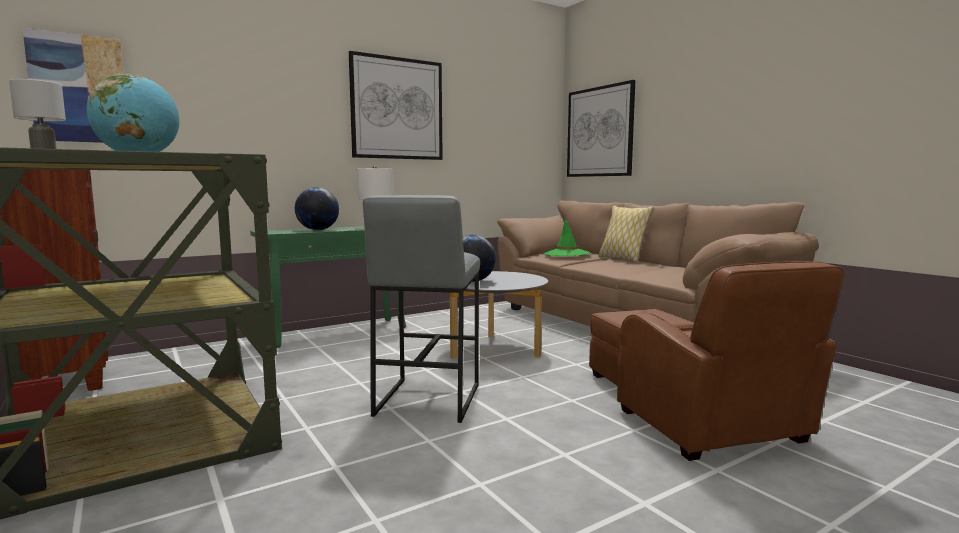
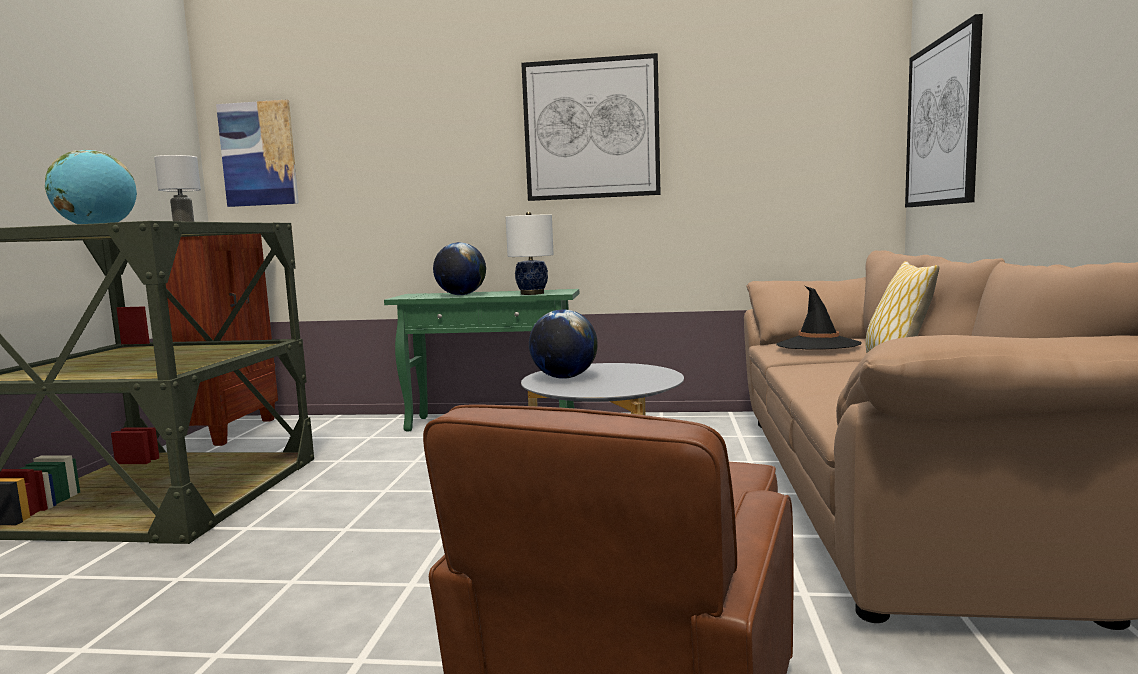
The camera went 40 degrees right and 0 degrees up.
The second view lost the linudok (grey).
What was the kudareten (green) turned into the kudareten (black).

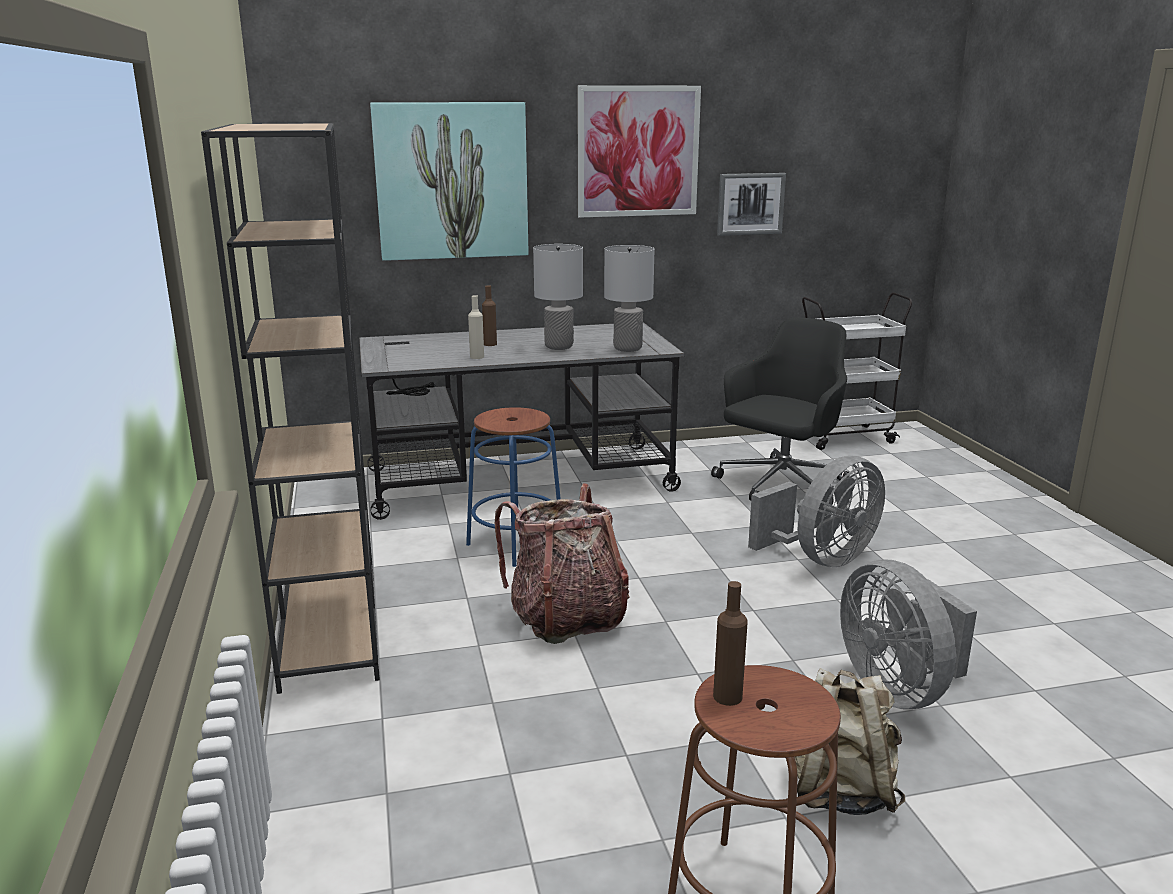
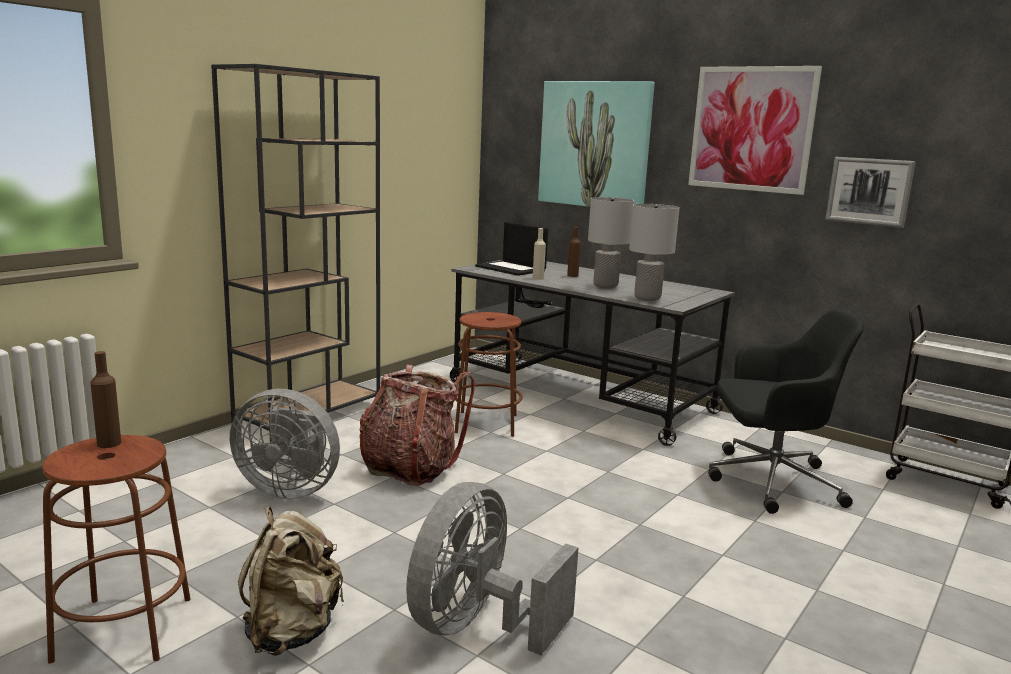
The camera went 50 degrees right and 5 degrees down.
What was the linudok (blue) turned into the linudok (brown) (2nd from left).
The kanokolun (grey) (1st from left) ended up elsewhere.
The second view gained the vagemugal.

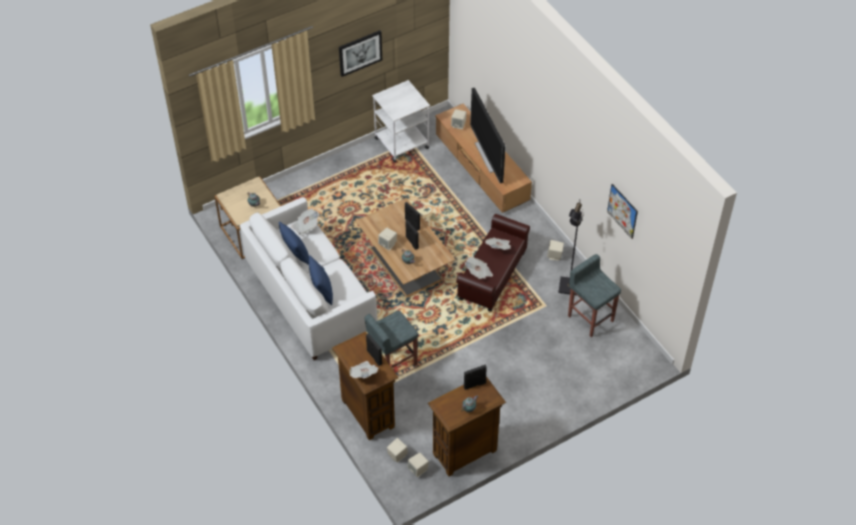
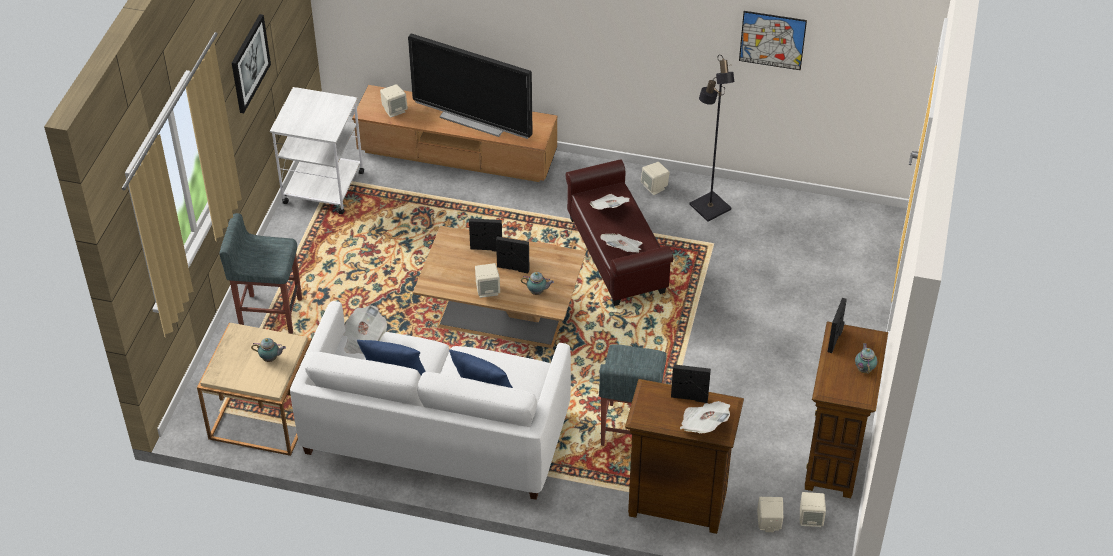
The camera went 45 degrees left and 5 degrees down.
The linudok (grey) (2nd from left in the first image) ended up elsewhere.

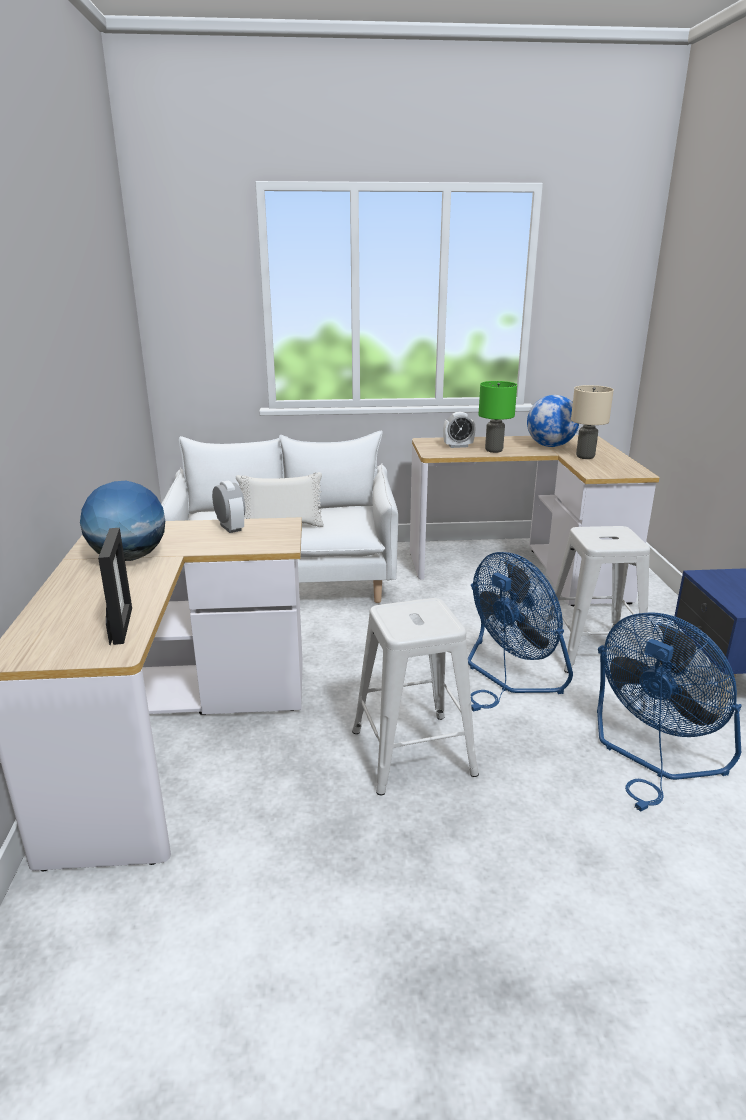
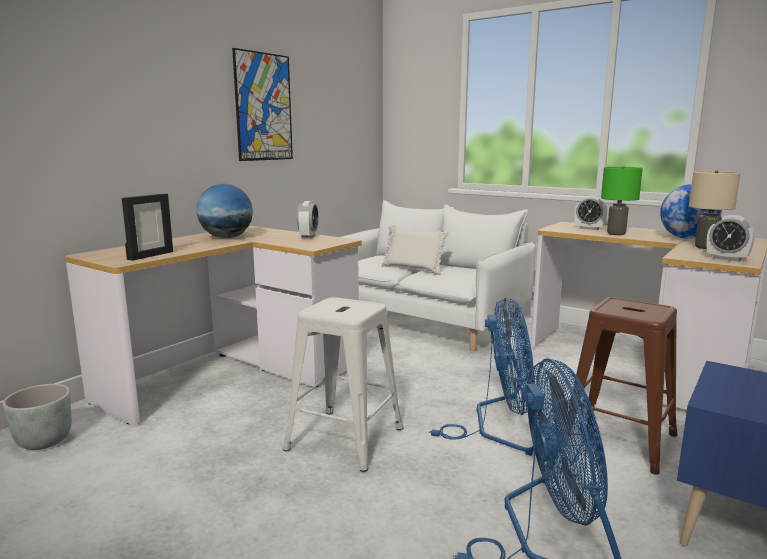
The camera went 40 degrees right and 10 degrees down.
What was the linudok (white) (2nd from left) turned into the linudok (brown).
The second view gained the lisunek.
The second view gained the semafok (3rd from left).
The second view gained the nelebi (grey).

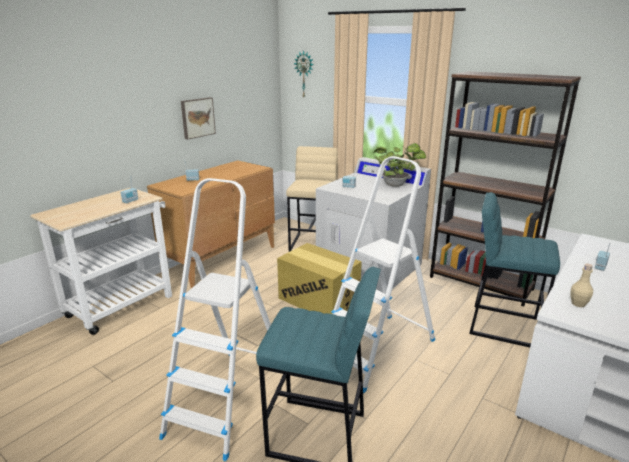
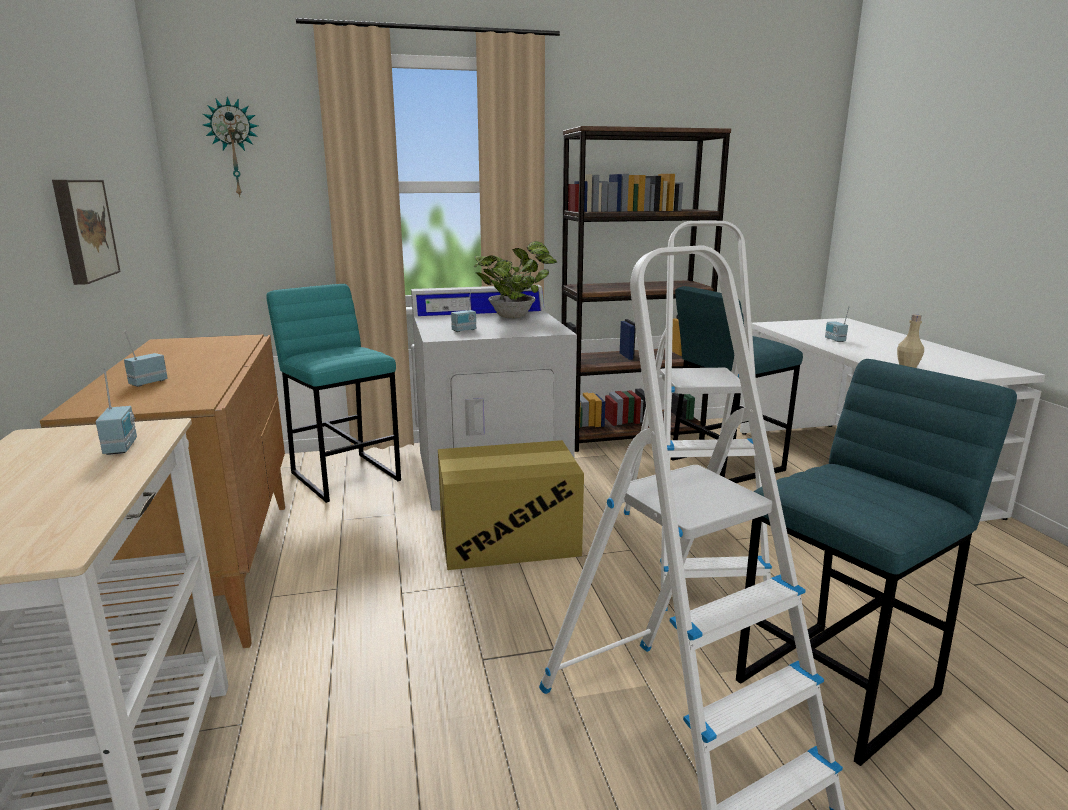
The camera went 50 degrees left and 5 degrees down.
What was the linudok (beige) turned into the linudok (turquoise) (1st from left).

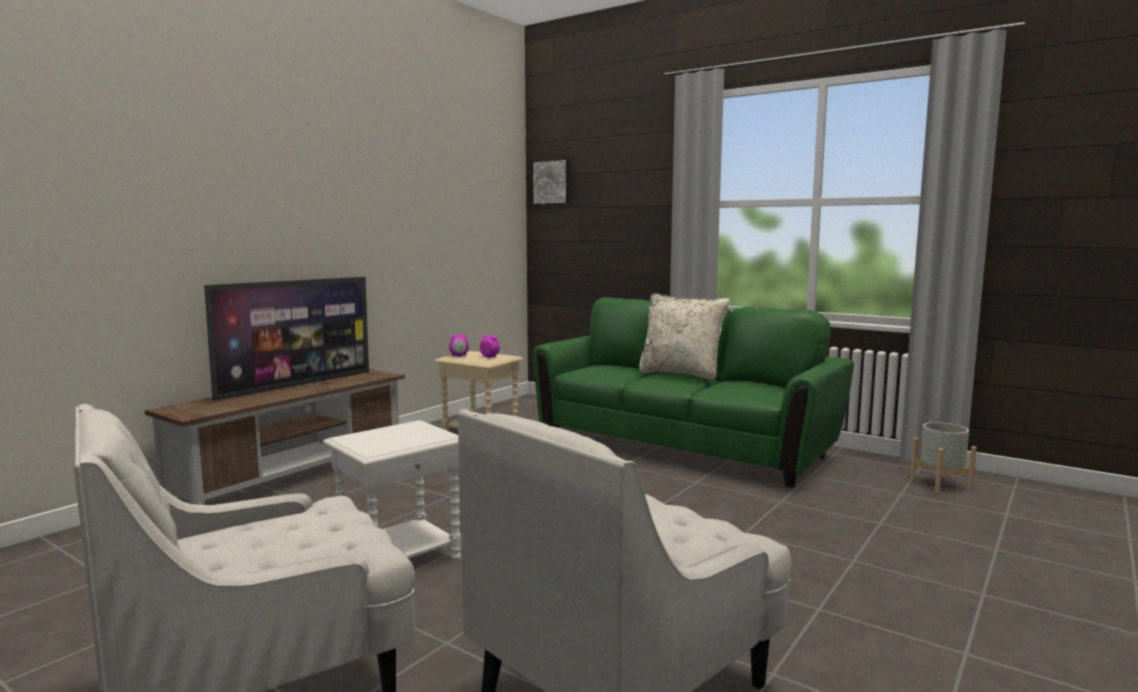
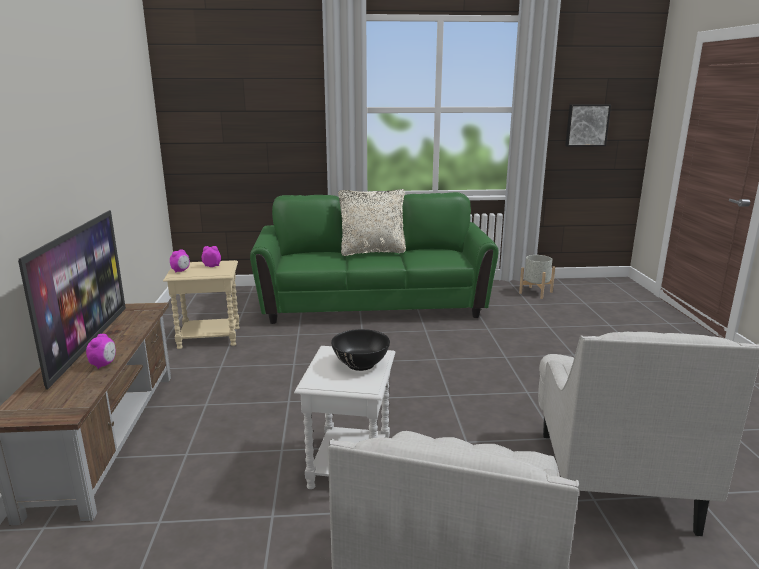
The camera went 40 degrees left and 10 degrees up.
The lisunek ended up elsewhere.
The second view gained the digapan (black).
The second view gained the semafok (1st from left).

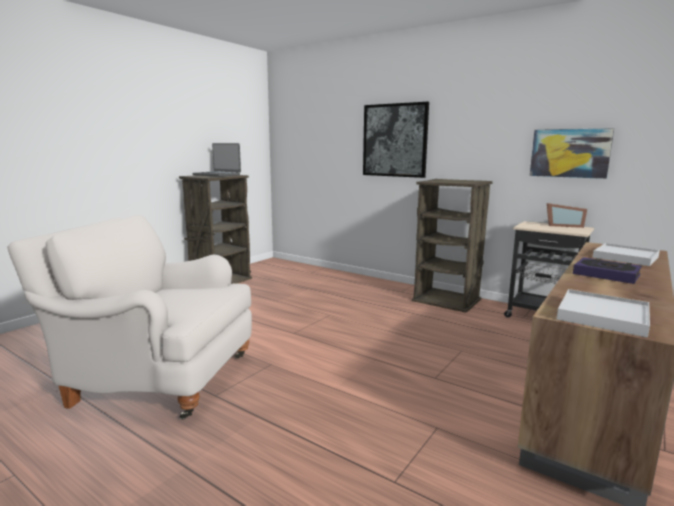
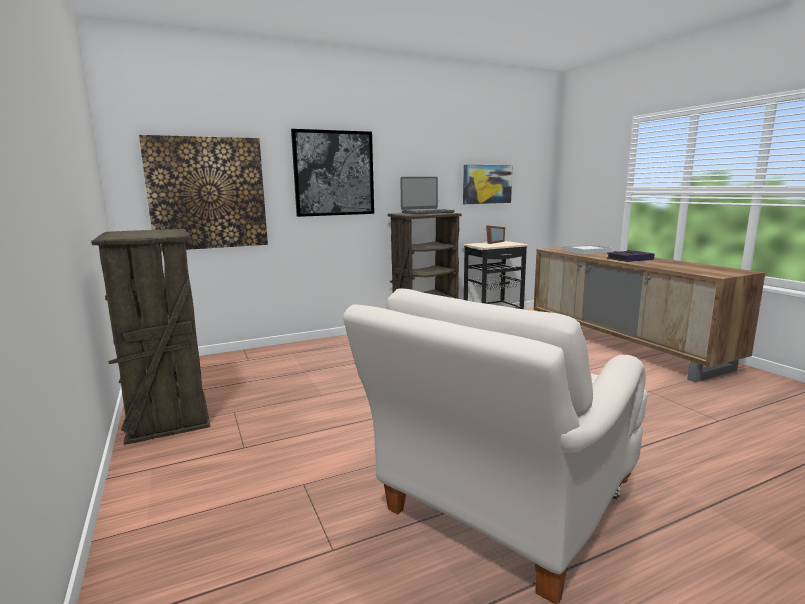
The camera went 60 degrees left and 0 degrees up.
The vagemugal ended up elsewhere.
The second view lost the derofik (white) (1st from left).
The second view gained the lisunek (1st from left).

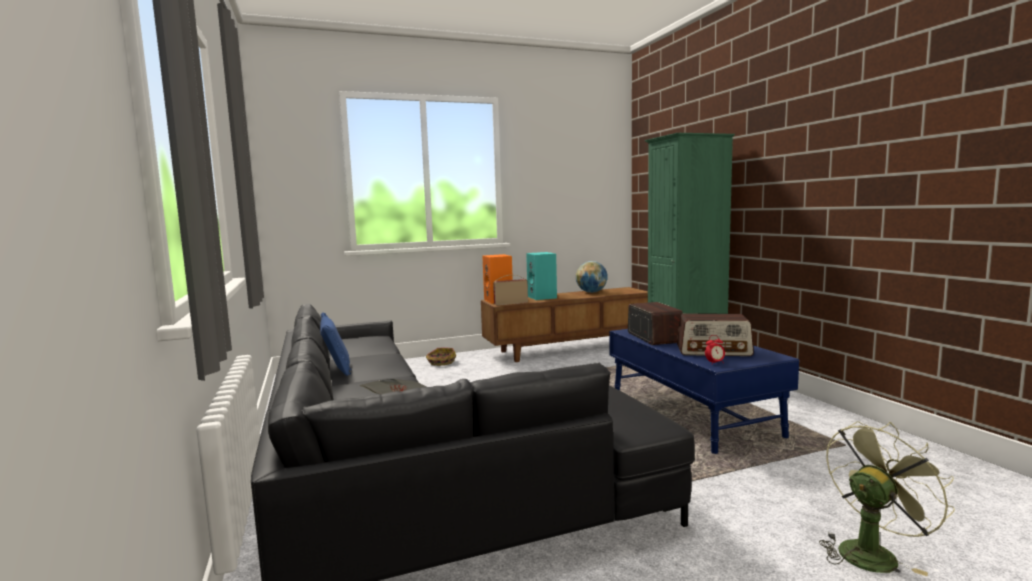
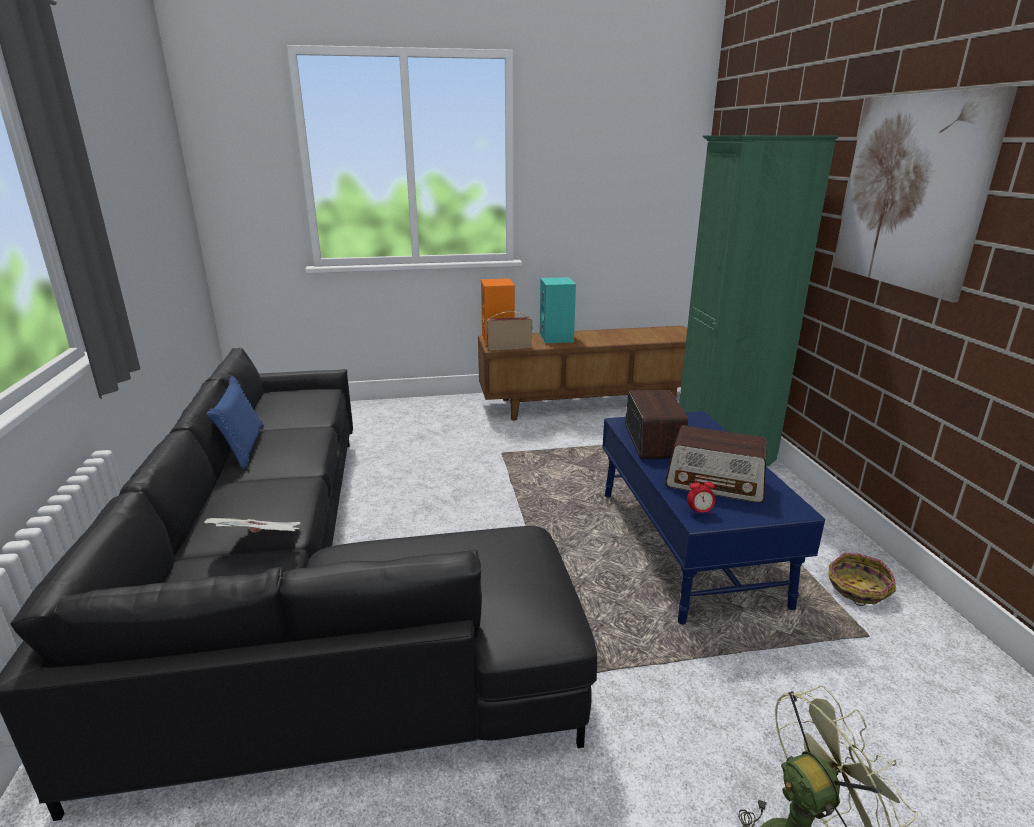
The camera went 10 degrees right and 15 degrees up.
The second view lost the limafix.
The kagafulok ended up elsewhere.
The second view gained the lisunek.

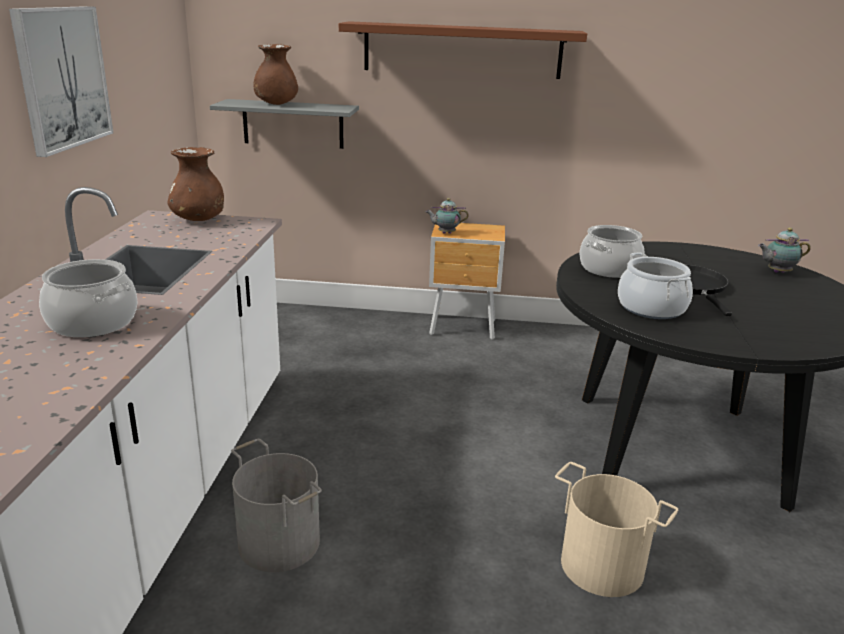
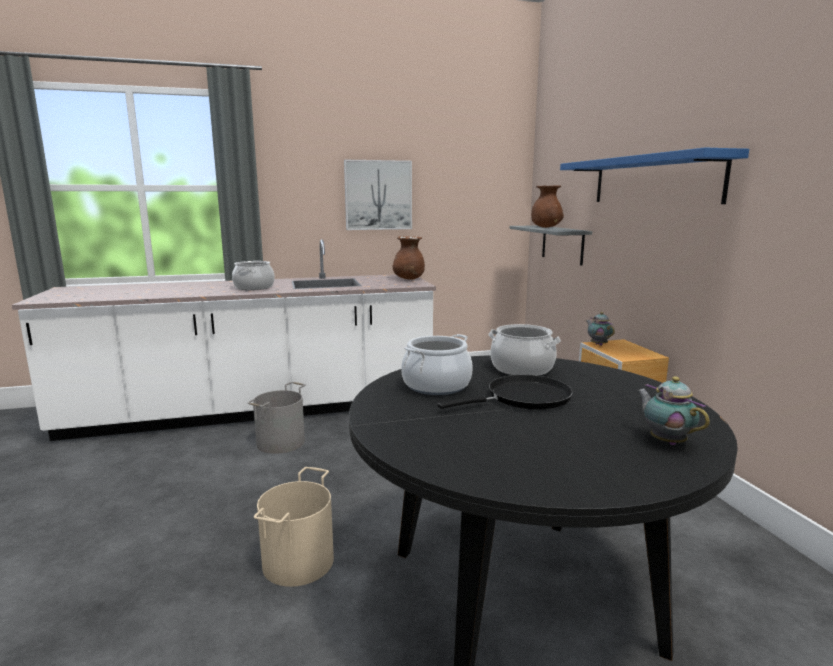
The camera went 70 degrees right and 10 degrees down.
What was the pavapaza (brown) turned into the pavapaza (blue).

